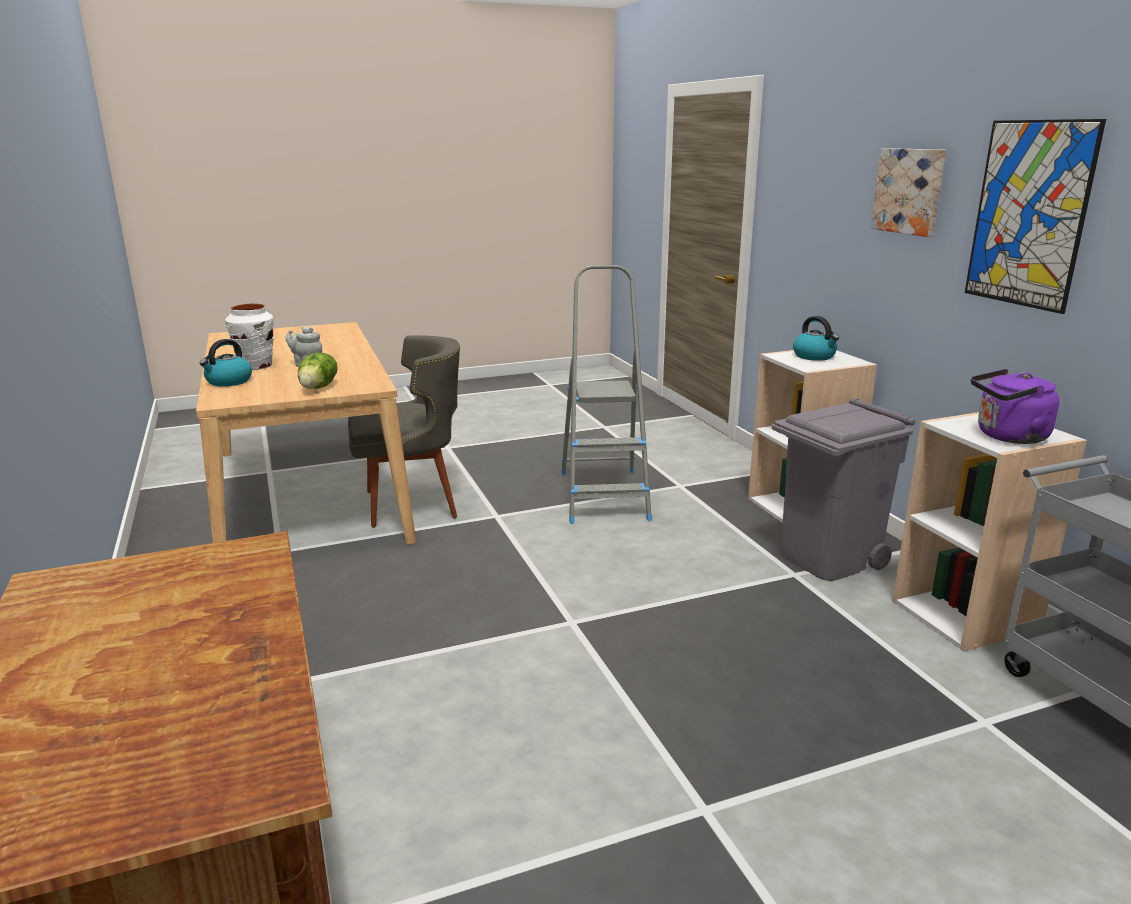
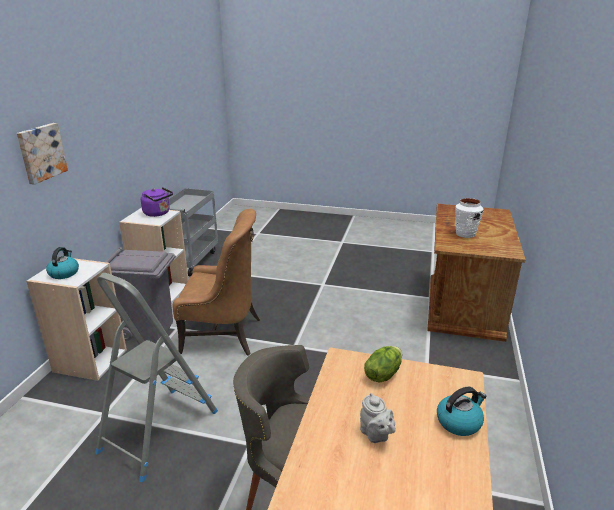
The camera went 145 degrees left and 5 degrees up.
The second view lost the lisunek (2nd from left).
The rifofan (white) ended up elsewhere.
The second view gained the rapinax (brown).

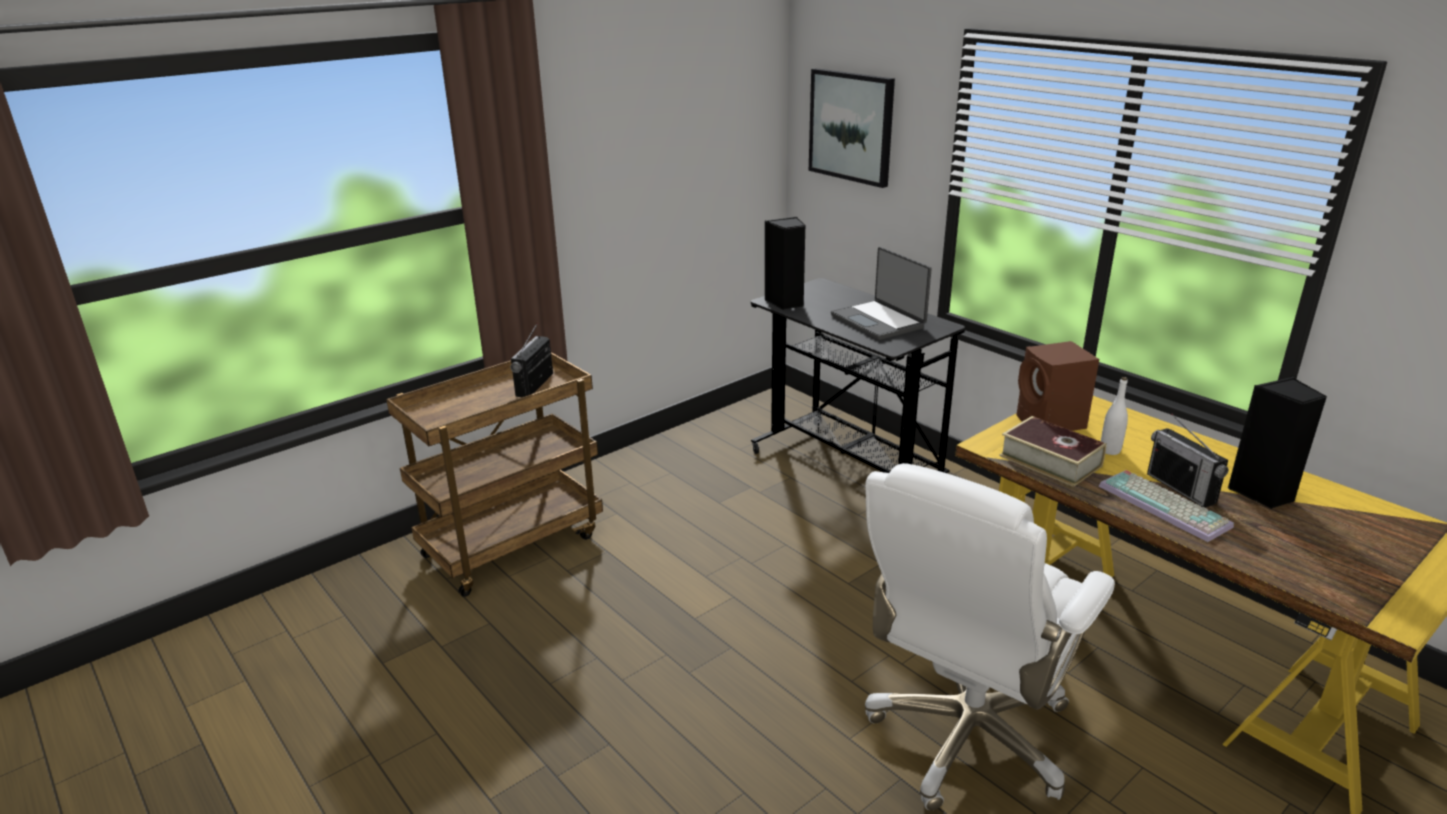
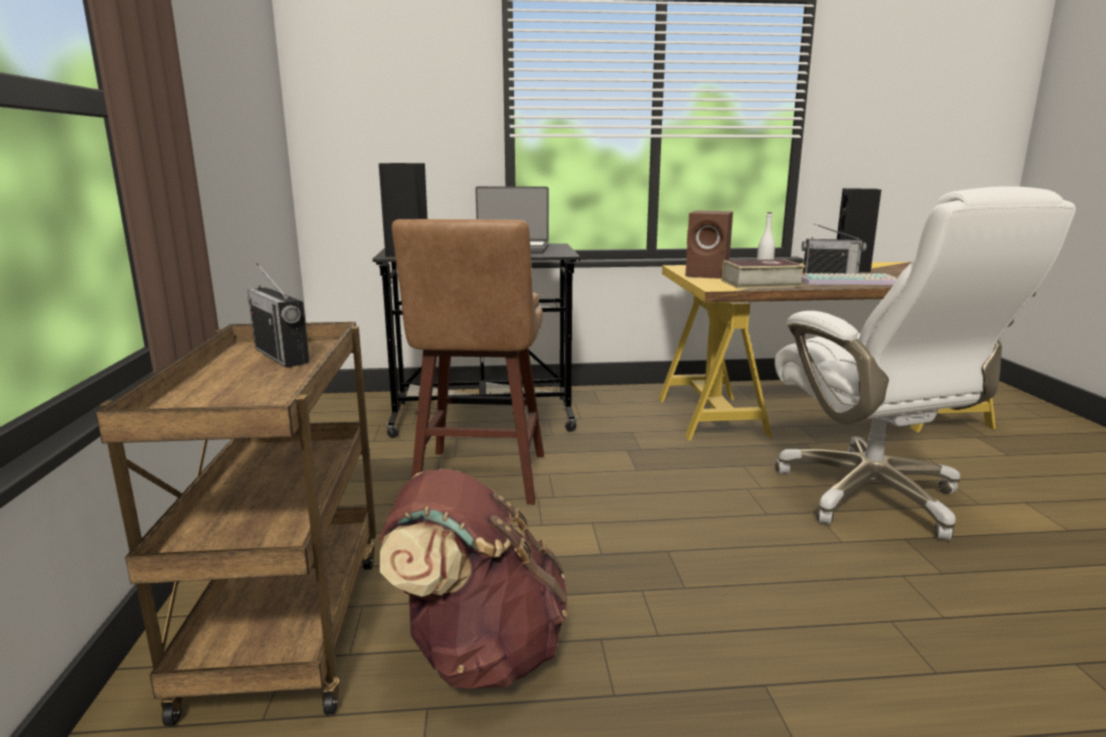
The camera went 55 degrees left and 10 degrees down.
The second view lost the lisunek.
The second view gained the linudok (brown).
The second view gained the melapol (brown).

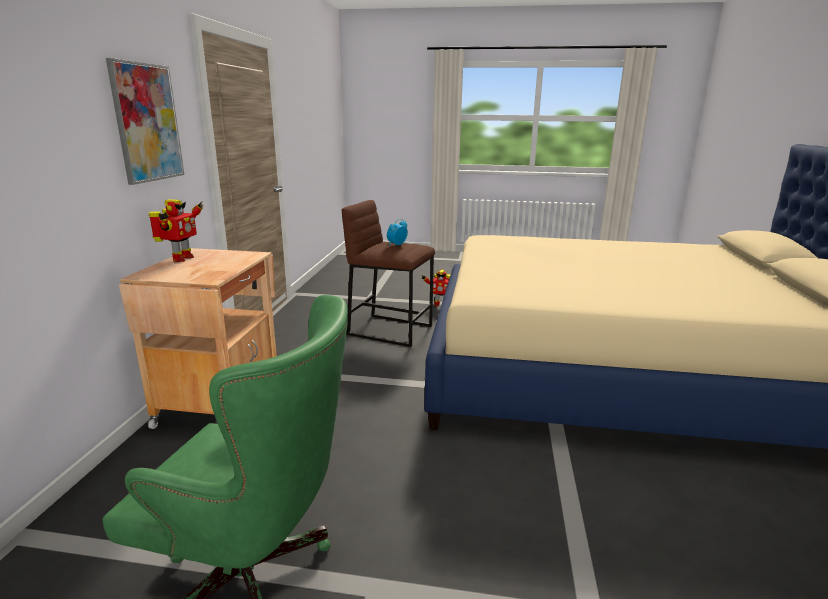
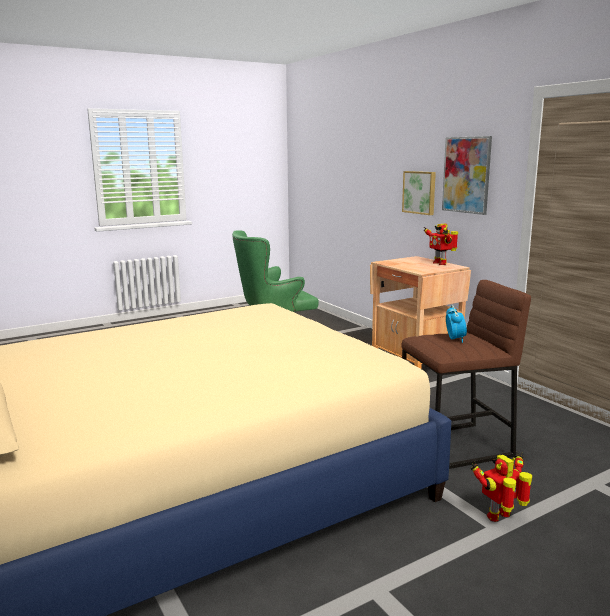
The camera went 140 degrees right and 5 degrees down.
The second view gained the lisunek (1st from left).

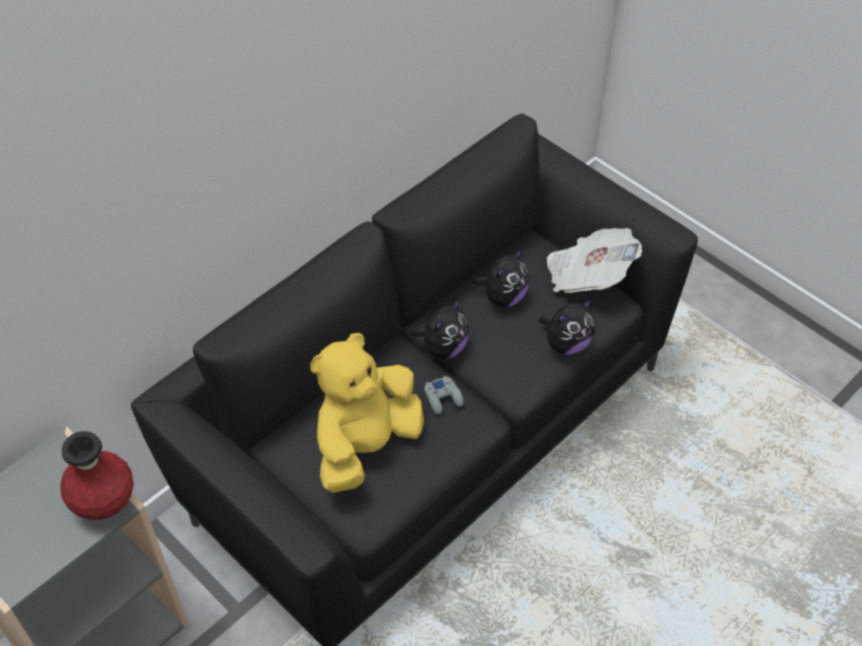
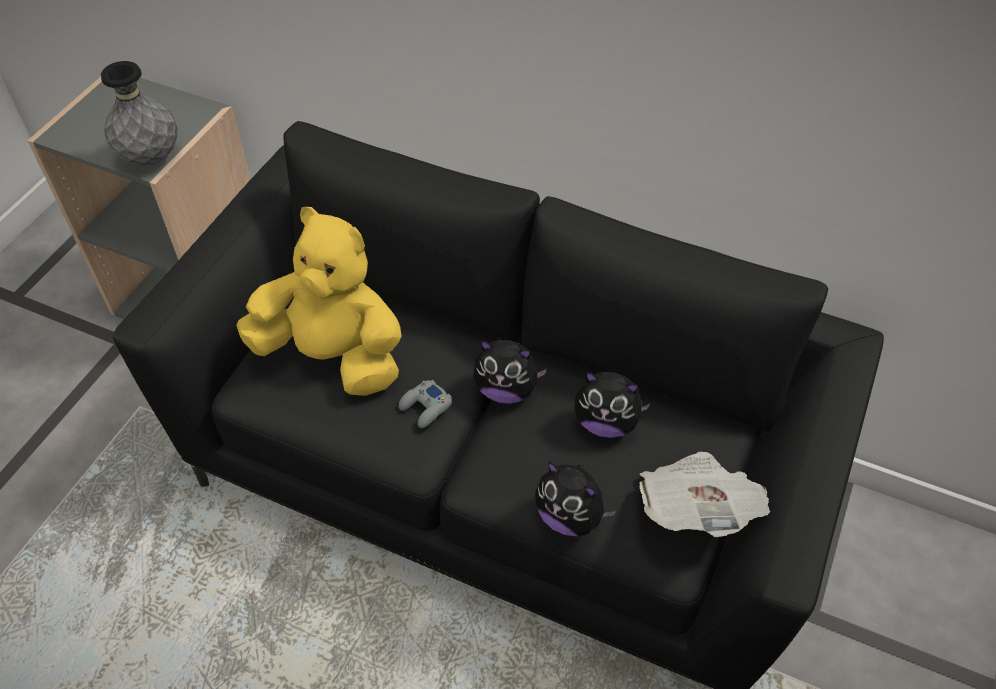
The camera went 70 degrees right and 0 degrees up.
What was the rifofan (red) turned into the rifofan (grey).

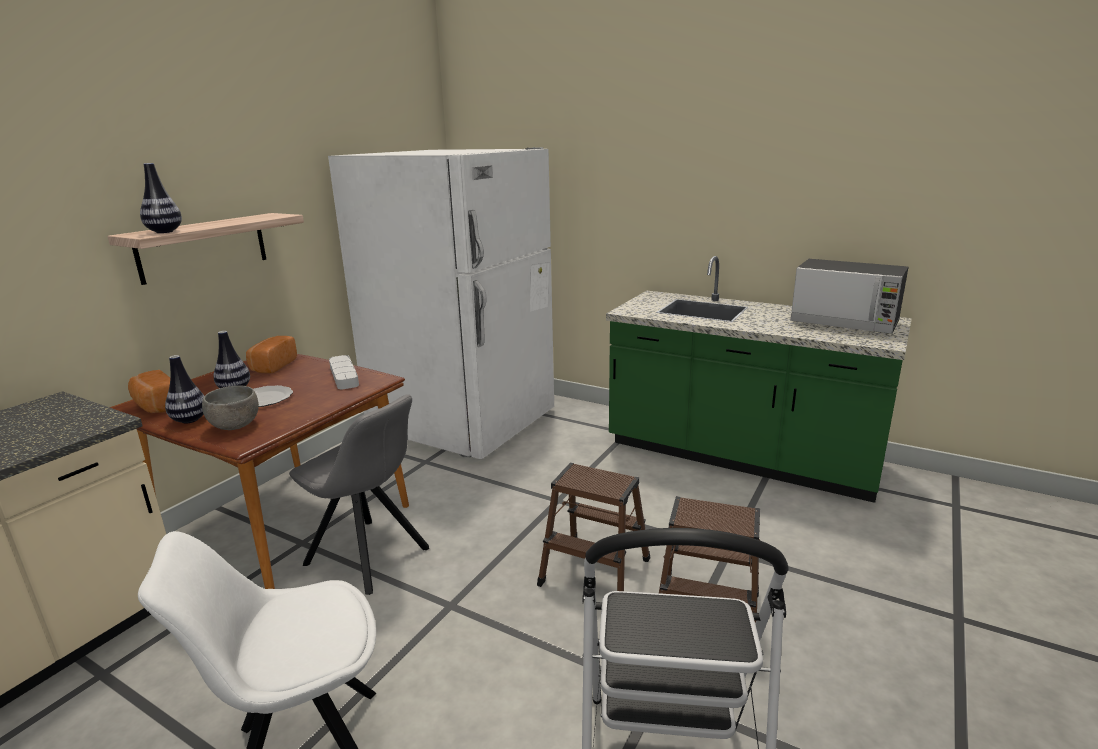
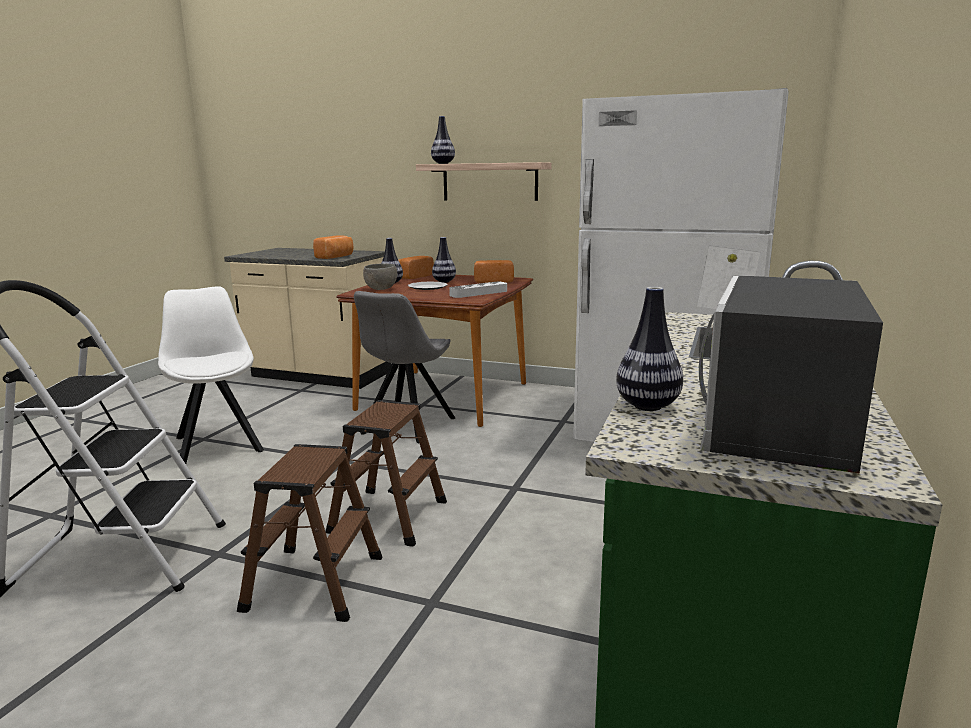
The camera went 80 degrees right and 5 degrees down.
The second view gained the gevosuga (1st from left).
The second view gained the rifofan (4th from left).

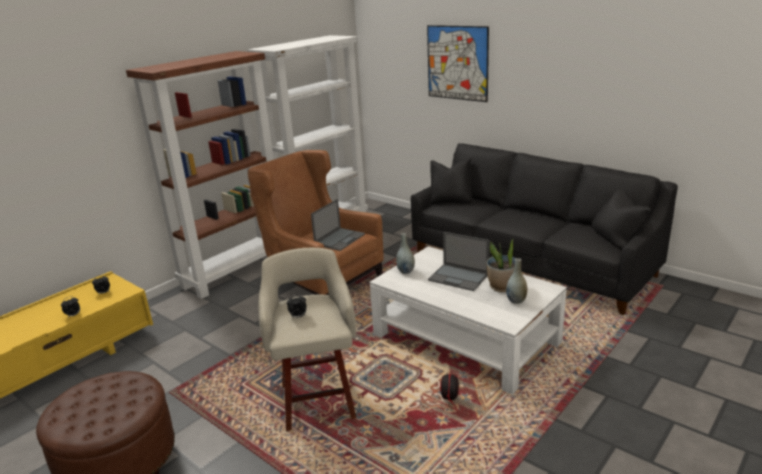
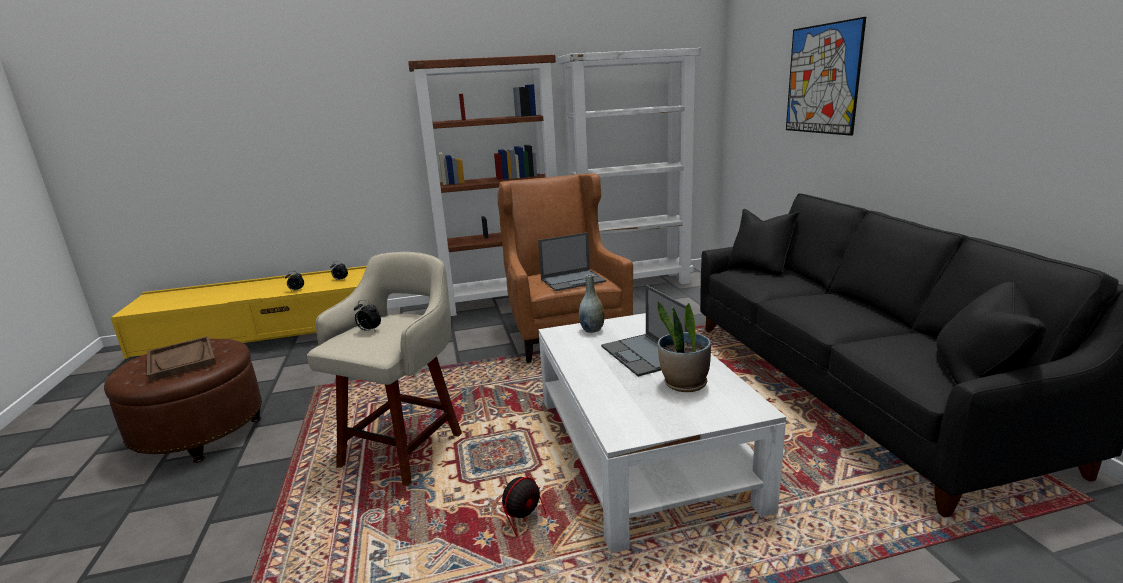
The camera went 35 degrees right and 5 degrees down.
The second view lost the rifofan (grey) (2nd from left).
The second view gained the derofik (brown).

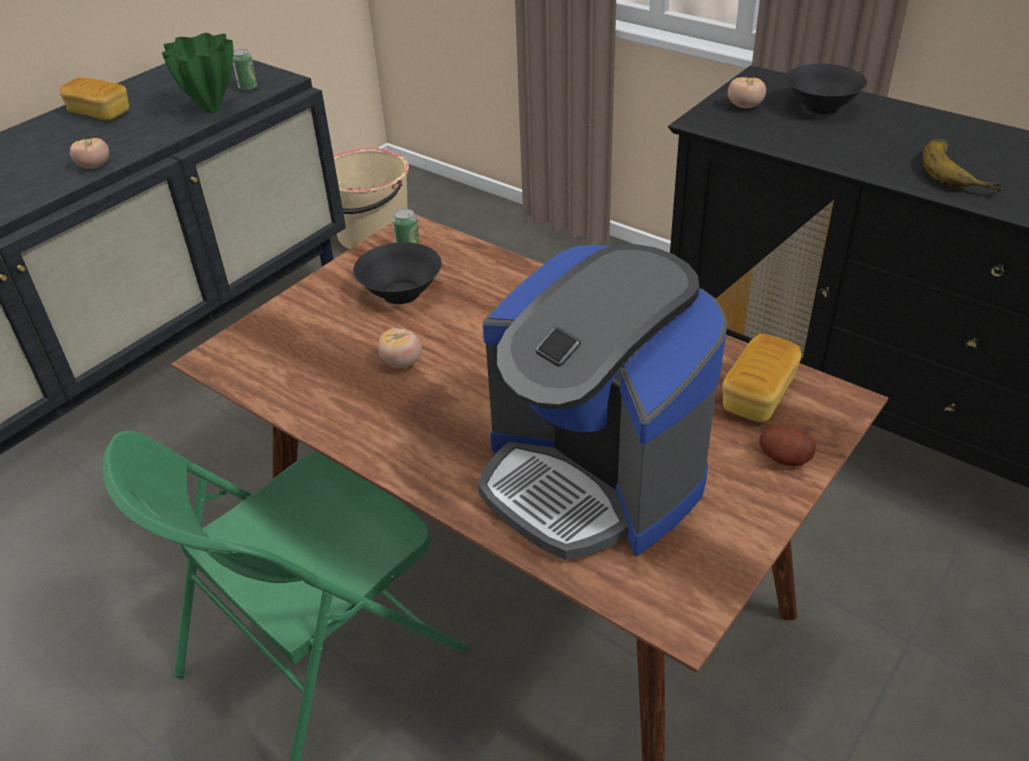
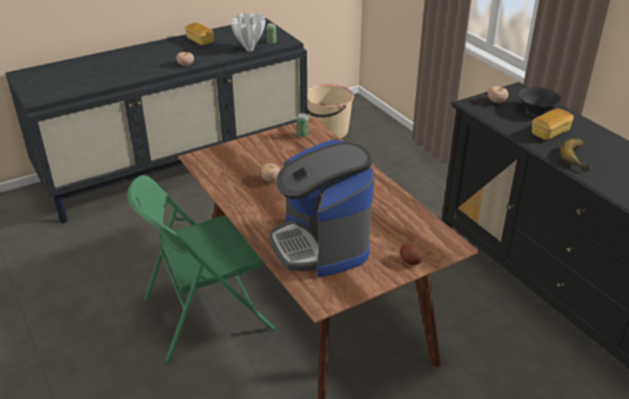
The camera went 20 degrees right and 5 degrees down.
What was the rifofan (green) turned into the rifofan (white).
The second view lost the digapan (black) (1st from left).
The gevosuga (2nd from left) ended up elsewhere.

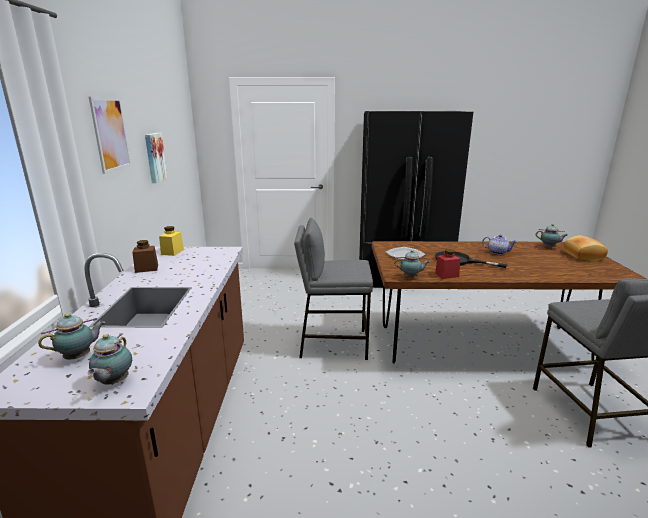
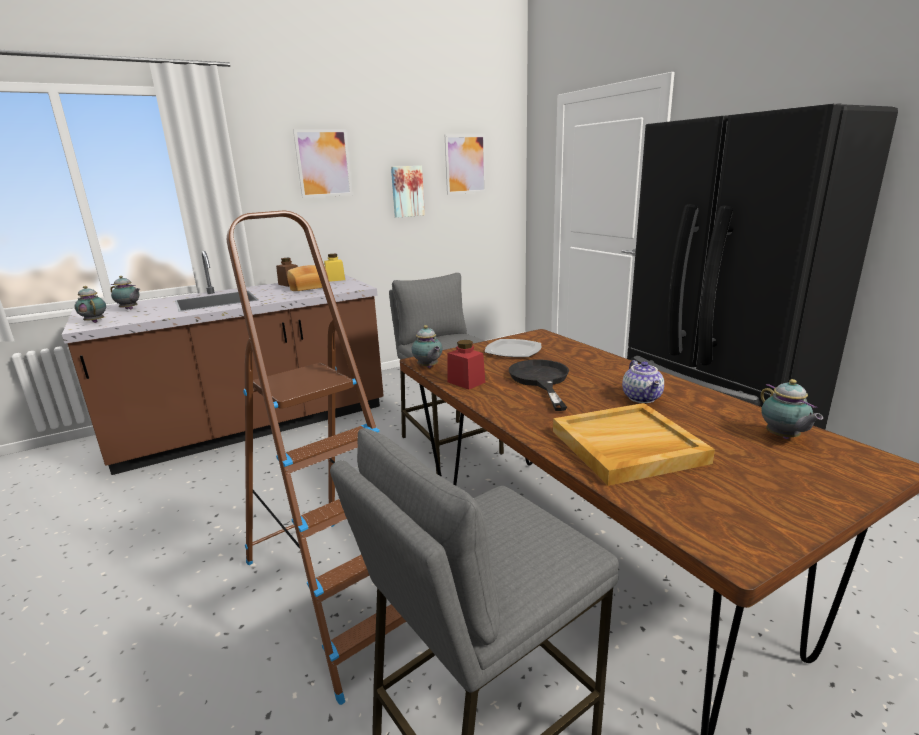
The camera went 60 degrees right and 0 degrees up.
The gevosuga ended up elsewhere.
The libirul (2nd from left in the first image) ended up facing another way, 75 degrees clockwise from before.
The second view gained the lisunek (3rd from left).
The second view gained the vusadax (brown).
The second view gained the derofik (beige).

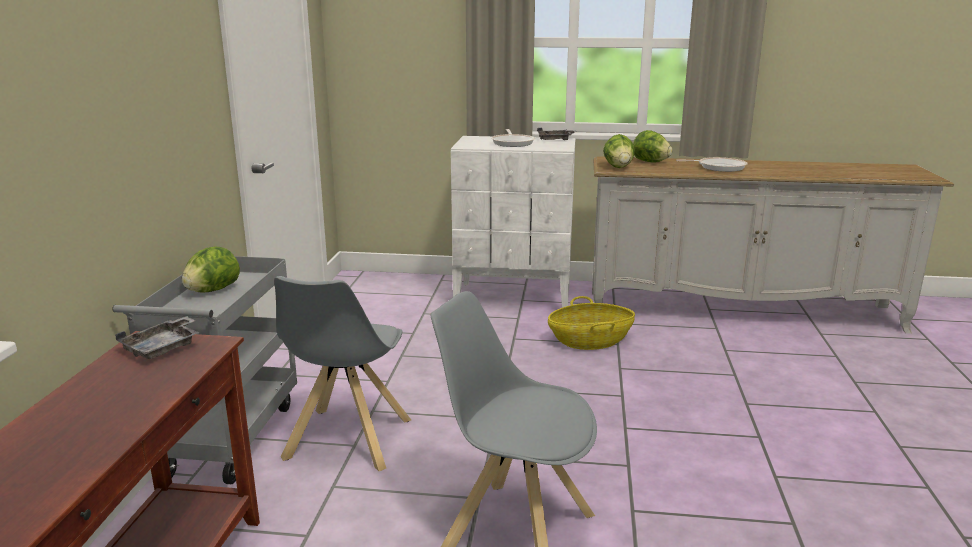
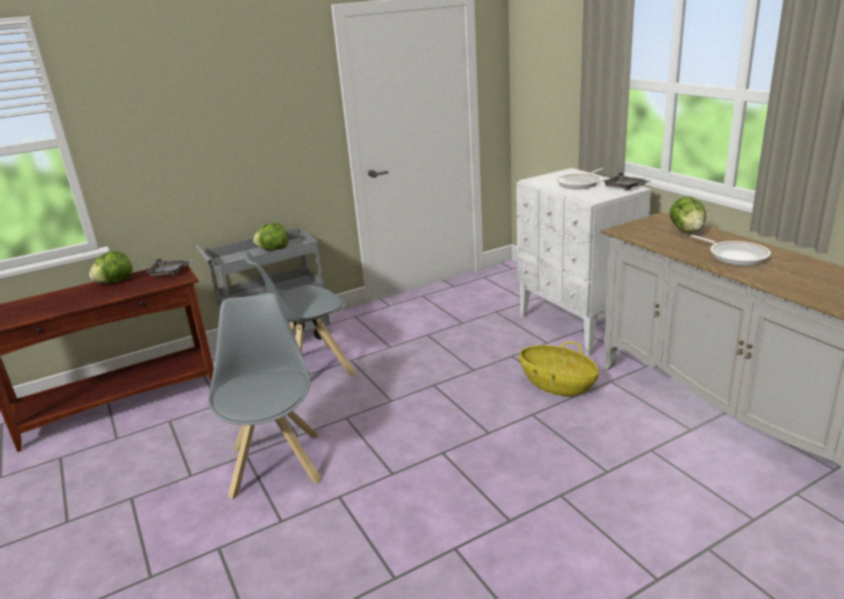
The camera went 55 degrees right and 5 degrees up.
The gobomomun (2nd from left in the first image) ended up elsewhere.

